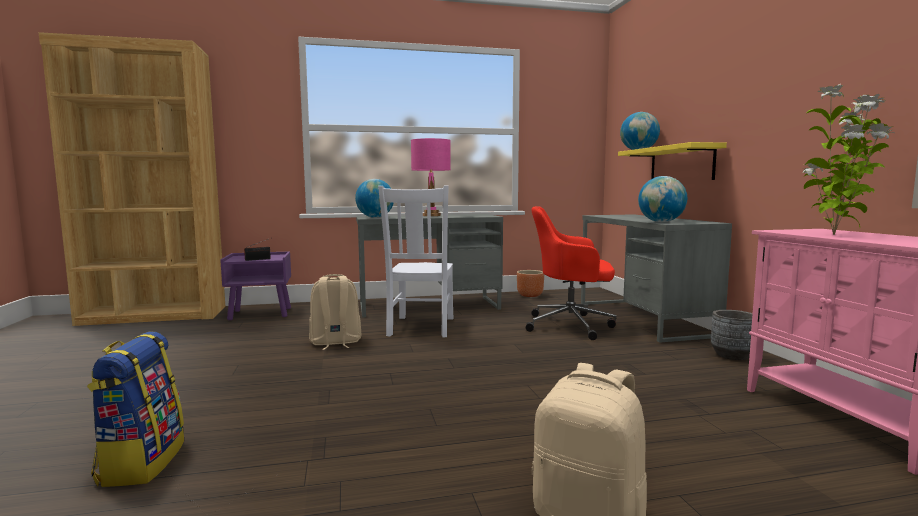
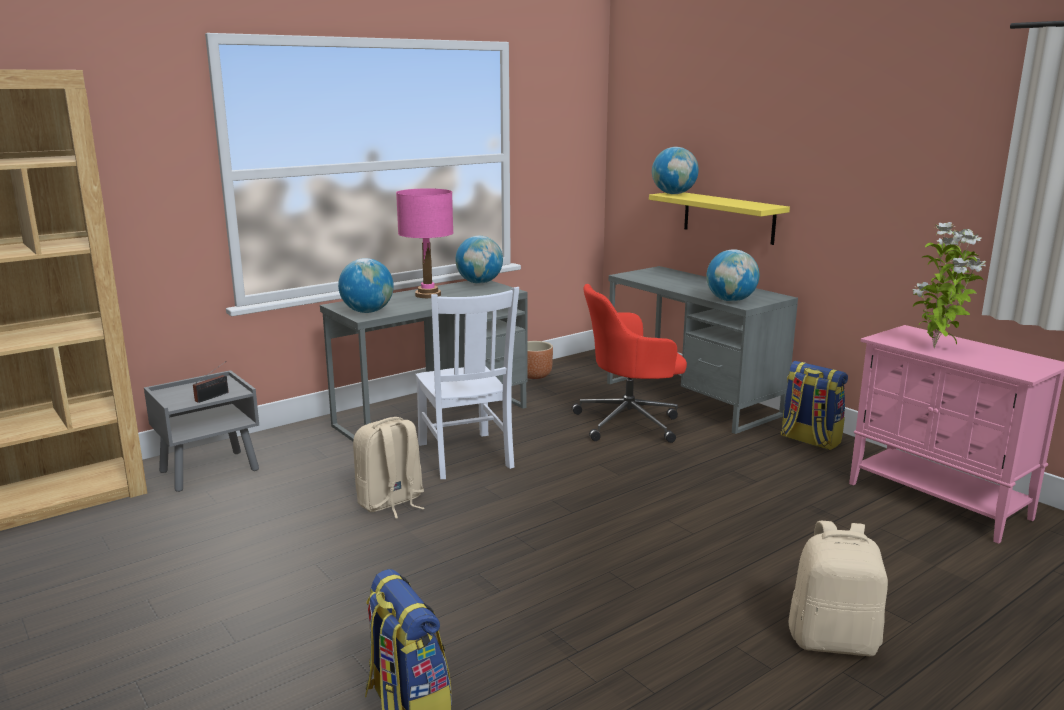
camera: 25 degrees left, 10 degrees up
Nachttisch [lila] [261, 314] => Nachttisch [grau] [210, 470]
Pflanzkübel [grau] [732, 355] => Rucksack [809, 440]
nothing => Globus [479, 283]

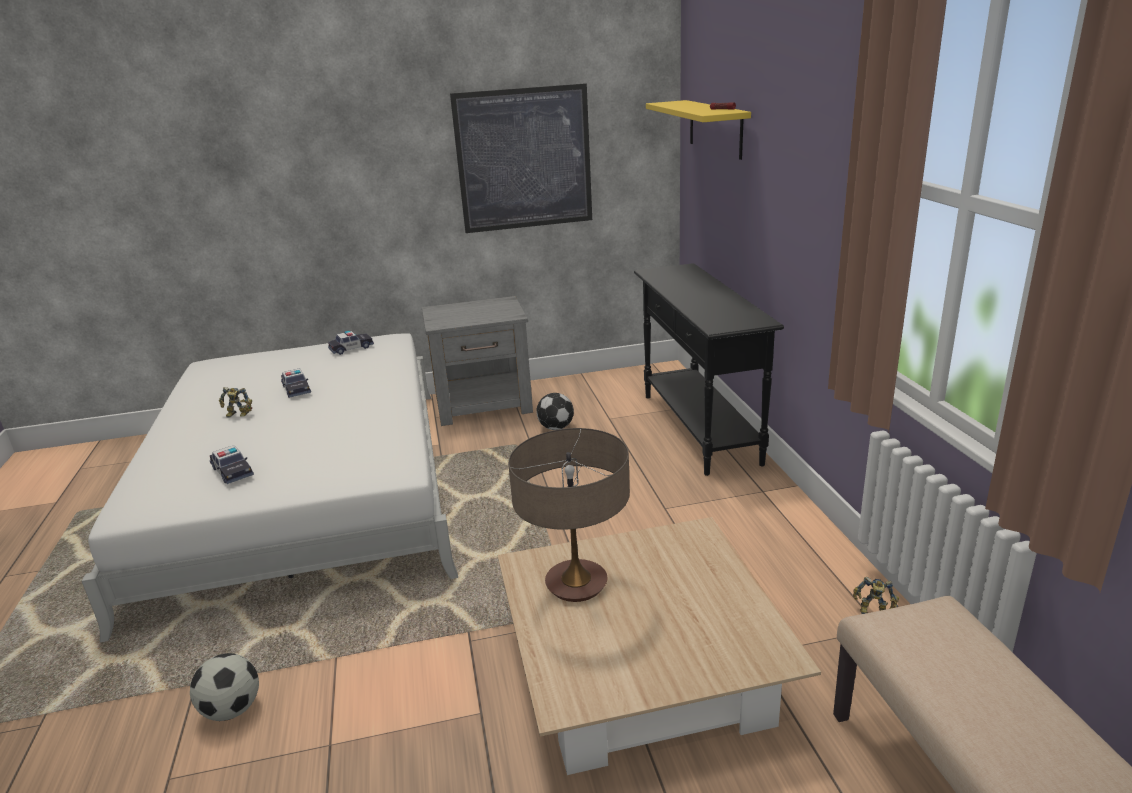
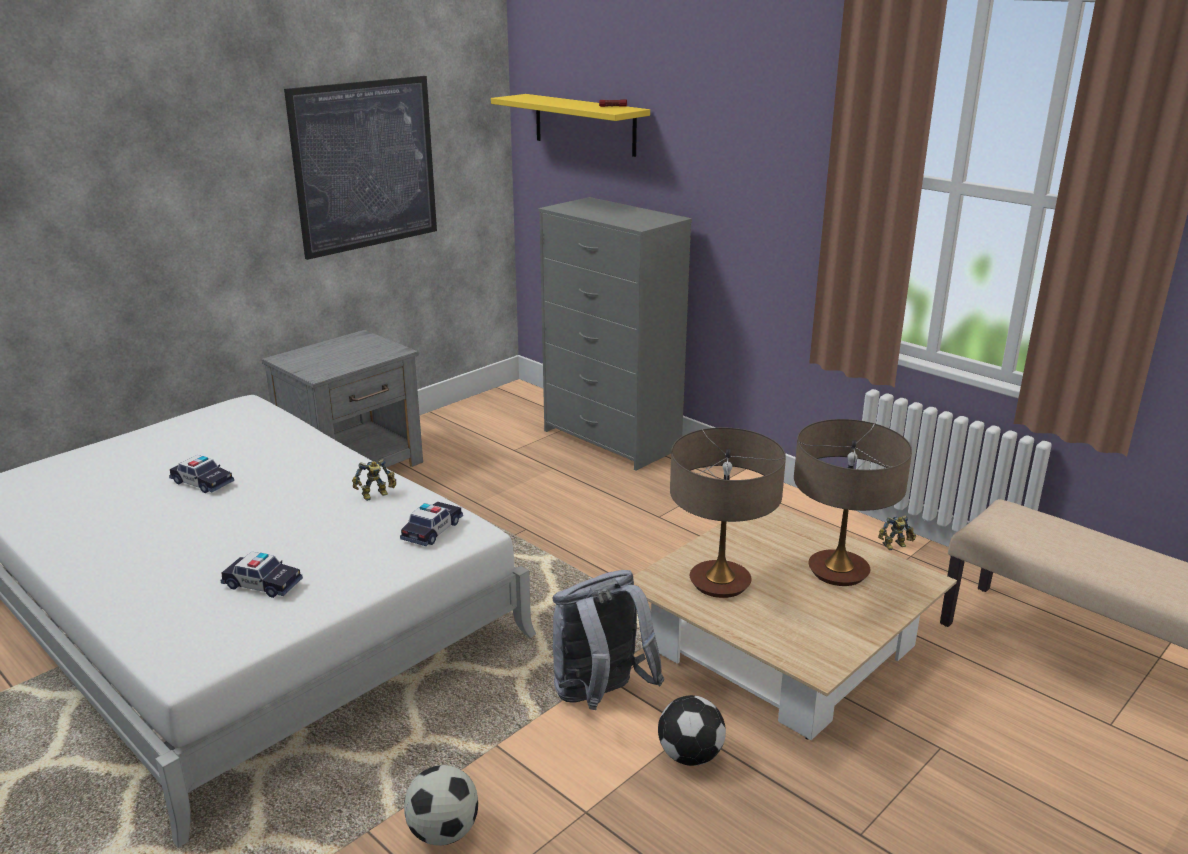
camera: 35 degrees left, 0 degrees up
Konsolentisch [schwarz] [699, 428] => Kommode [grau] [612, 440]
Spielzeugauto [351, 348] => Spielzeugauto [432, 530], moved
Spielzeugroboter [238, 415] => Spielzeugroboter [376, 495], moved
Fußball [555, 427] => Fußball [689, 756], moved
nothing => Tischlampe [838, 571]
nothing => Rucksack [grau] [600, 697]

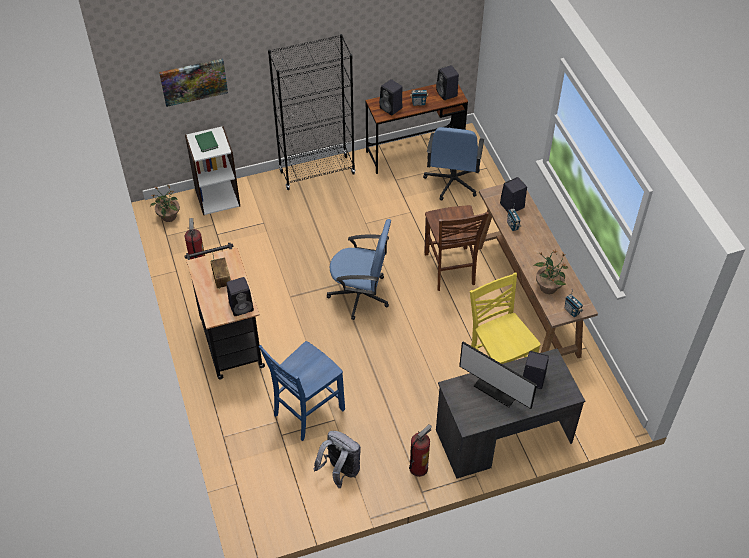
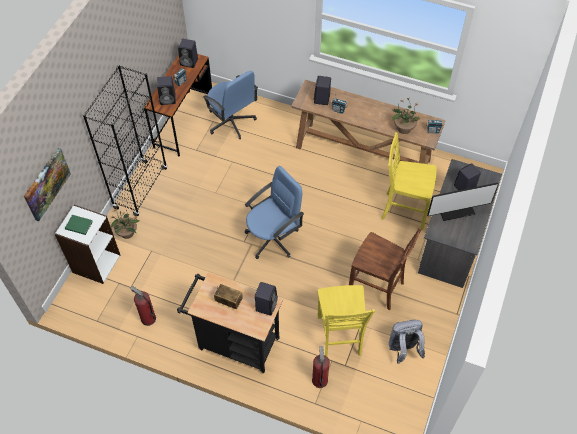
camera: 50 degrees left, 5 degrees up
Topfpflanze [169, 217] => Topfpflanze [127, 233], moved
Stuhl [braun] [450, 270] => Stuhl [braun] [377, 287], moved
Stuhl [blau] [306, 412] => Stuhl [gelb] [340, 337]
Feuerlöscher [418, 468] => Feuerlöscher [319, 380], moved

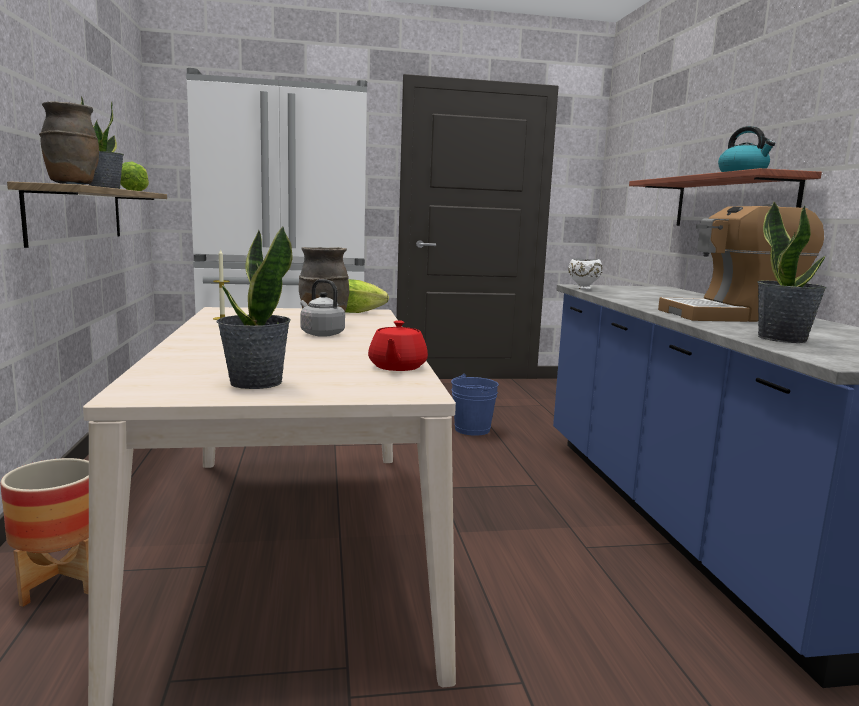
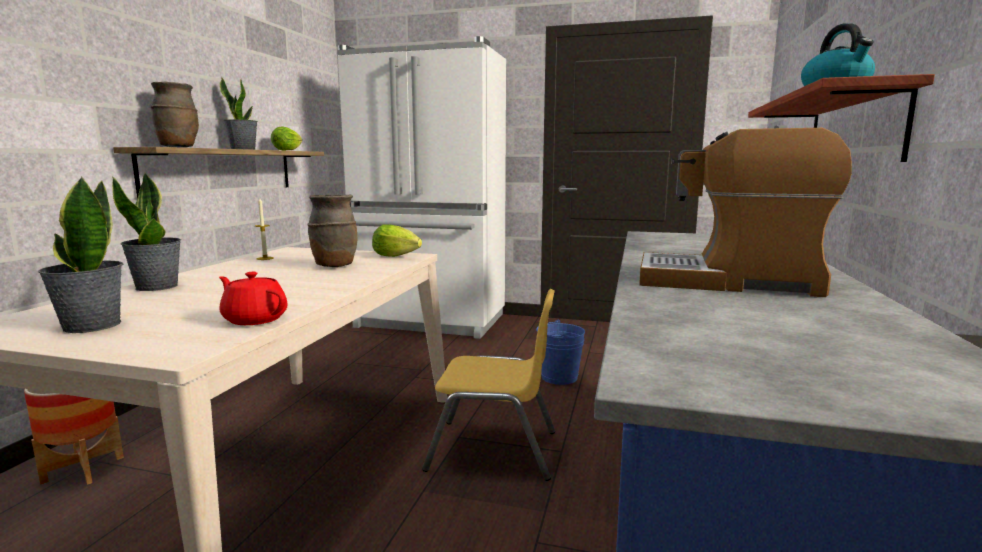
camera: 25 degrees right, 0 degrees up
Topfpflanze [782, 338] => Topfpflanze [157, 286], moved
Schüssel [weiß] [583, 289] => nothing
Wasserkessel [grau] [320, 334] => nothing
Teekanne [rot] [397, 367] => Teekanne [rot] [254, 319], 90 degrees clockwise
nothing => Stuhl [gelb] [494, 450]

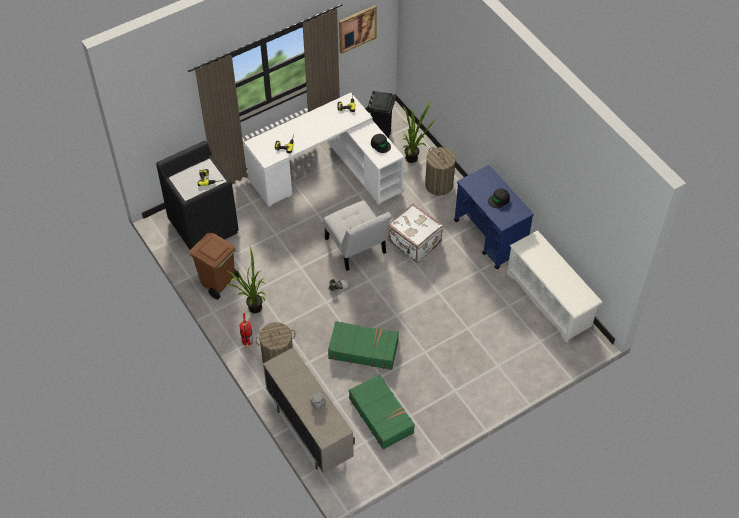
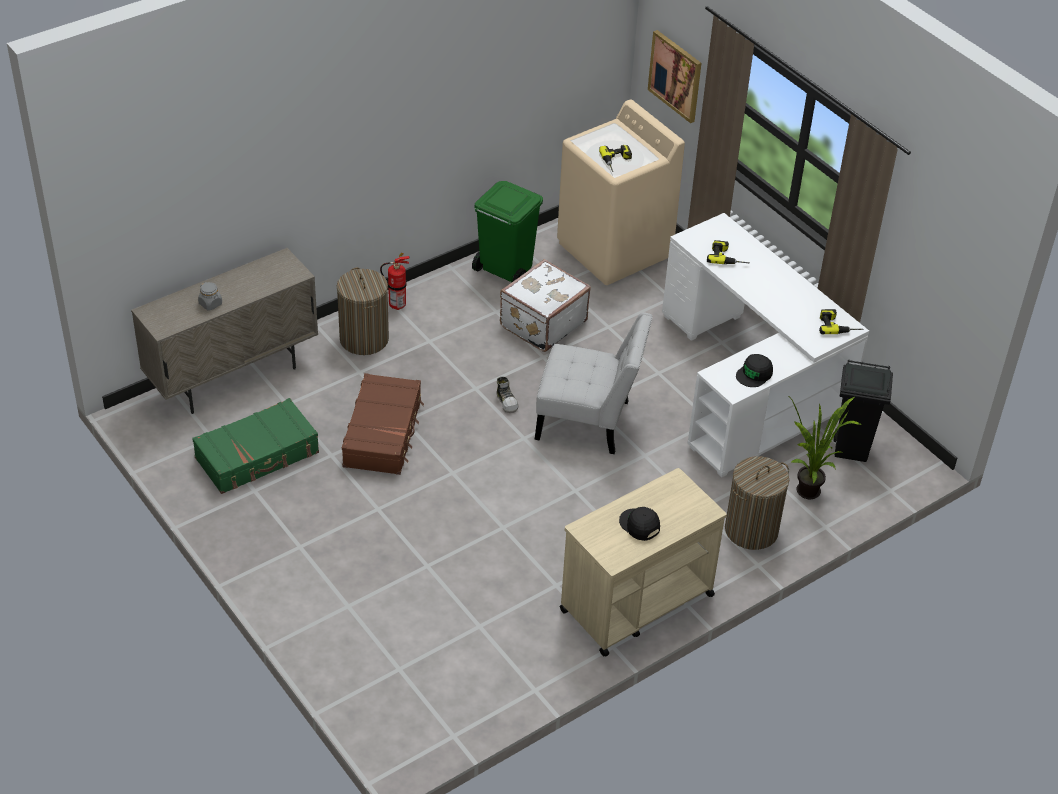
camera: 85 degrees right, 10 degrees down
Bild [357, 28] => Bild [675, 75], moved
Waschmaschine [schwarz] [204, 226] => Waschmaschine [beige] [614, 250]
Rollwagen [blau] [490, 237] => Rollwagen [beige] [635, 603]
Stuhl [weiß] [357, 248] => Stuhl [weiß] [588, 422], 135 degrees counterclockwise
Koffer [weiß] [414, 243] => Koffer [weiß] [542, 323], moved
Schuhregal [weiß] [549, 300] => nothing
Mülleimer [braun] [218, 283] => Mülleimer [grün] [505, 271]
Topfpflanze [252, 309] => nothing
Koffer [grün] [363, 349] => Koffer [braun] [383, 433]

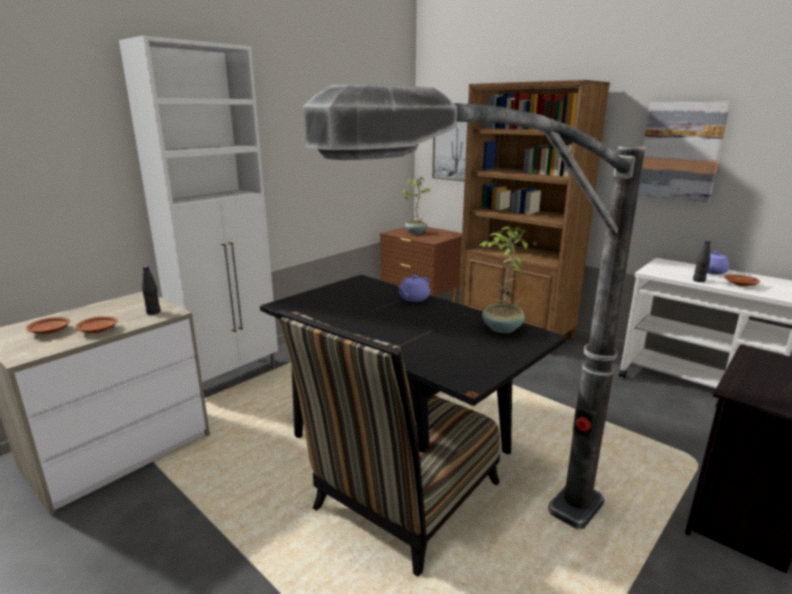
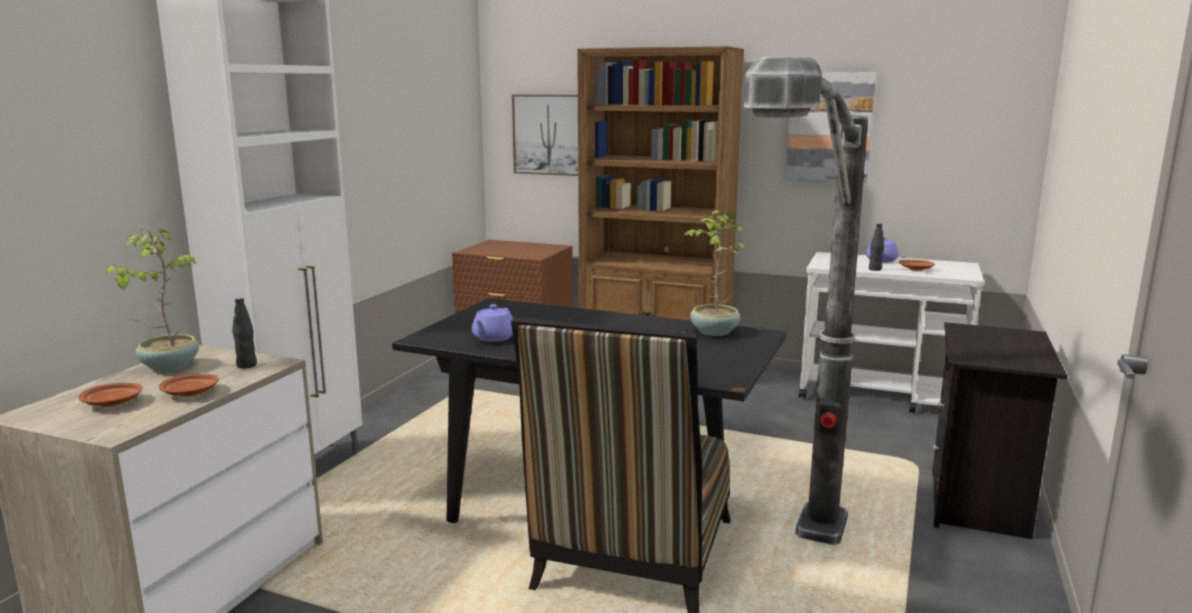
camera: 20 degrees left, 5 degrees down
Topfpflanze [415, 232] => Topfpflanze [168, 366], moved
Teekanne [lila] [413, 298] => Teekanne [lila] [493, 338], moved

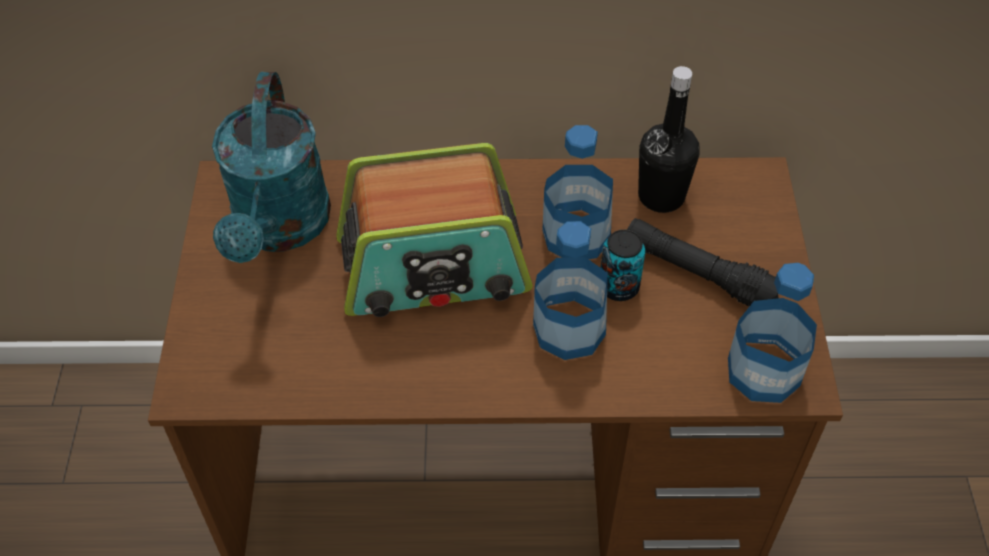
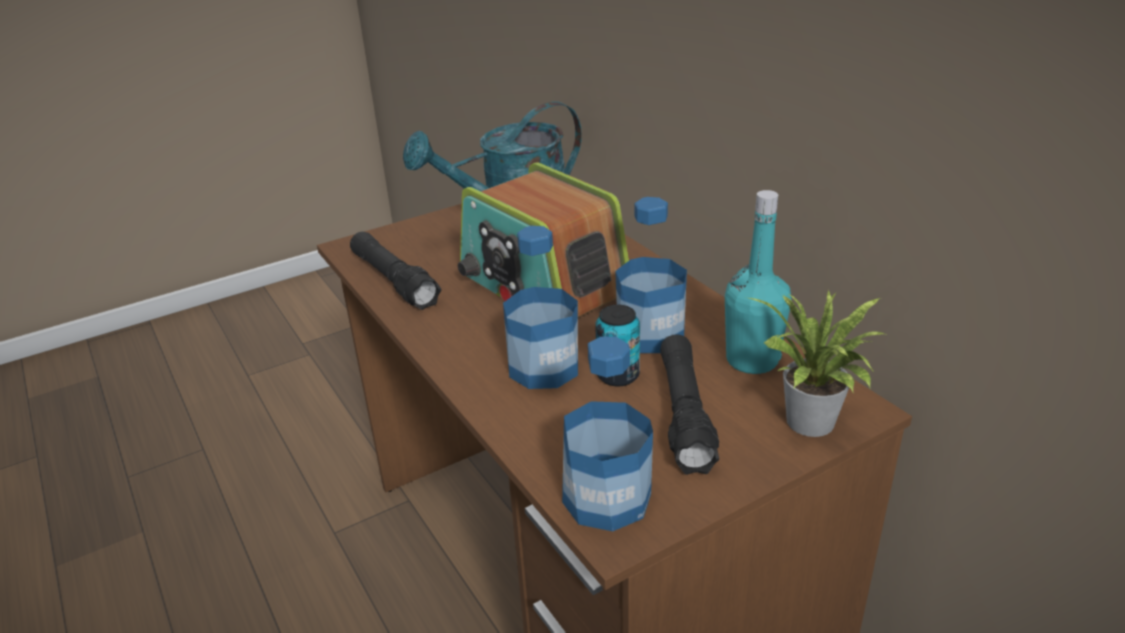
camera: 60 degrees right, 20 degrees down
Flasche [schwarz] [661, 196] => Flasche [türkis] [752, 360]
nothing => Taschenlampe [schwarz] [394, 281]
nothing => Topfpflanze [810, 426]

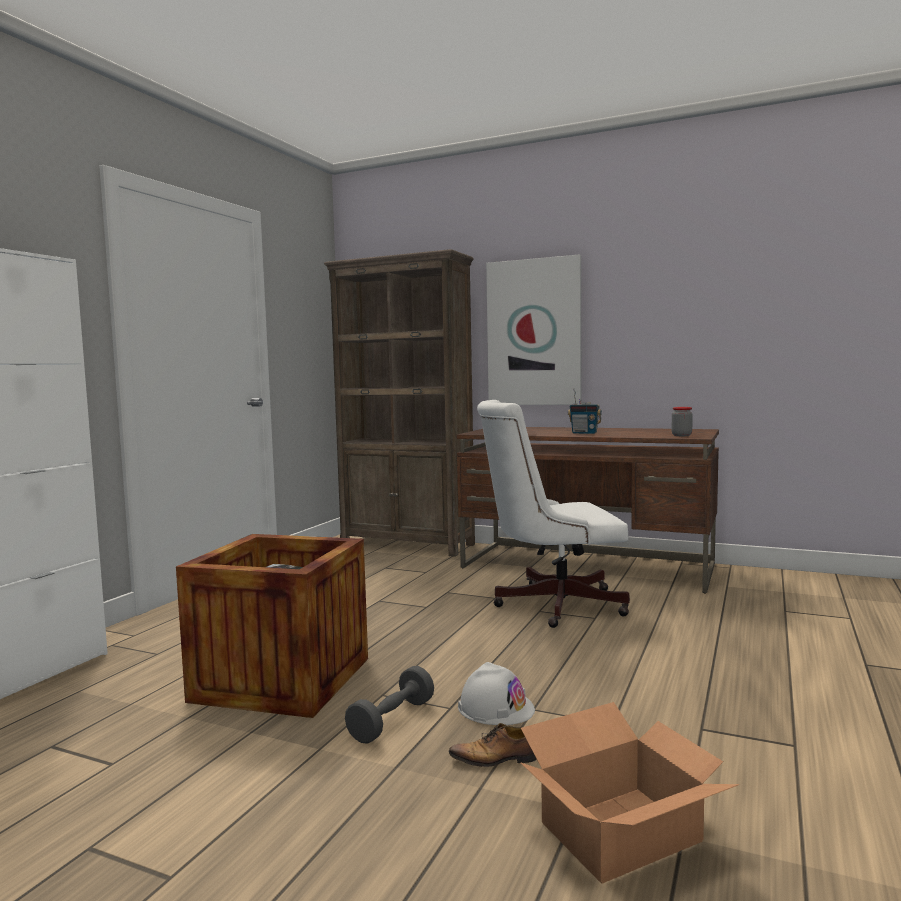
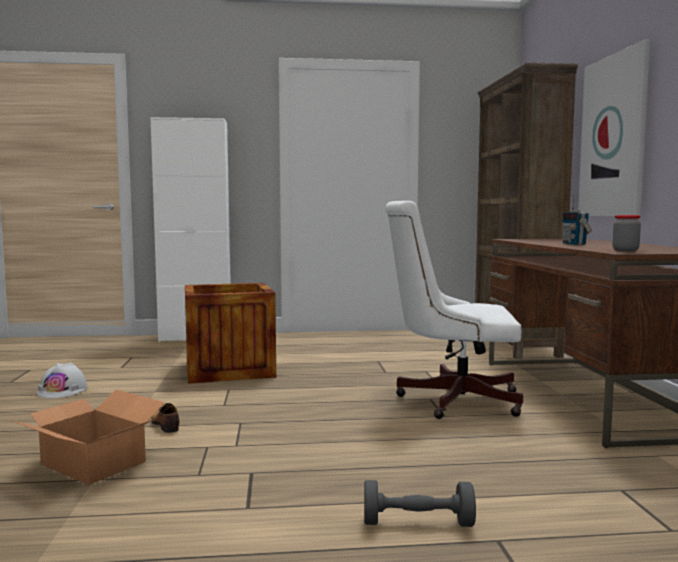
camera: 60 degrees right, 0 degrees up
Bürostuhl [weiß] [551, 604] => Bürostuhl [weiß] [451, 399], 45 degrees counterclockwise
Schutzhelm [weiß] [496, 708] => Schutzhelm [weiß] [62, 390], moved
Hantel [grau] [392, 720] => Hantel [grau] [417, 523], moved

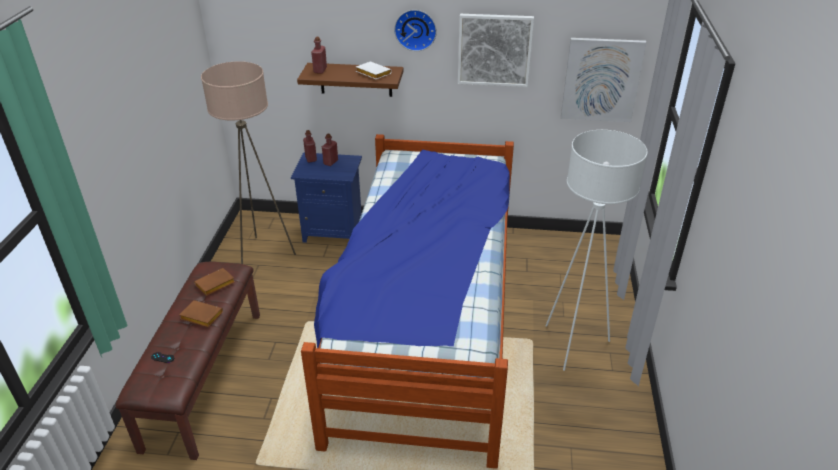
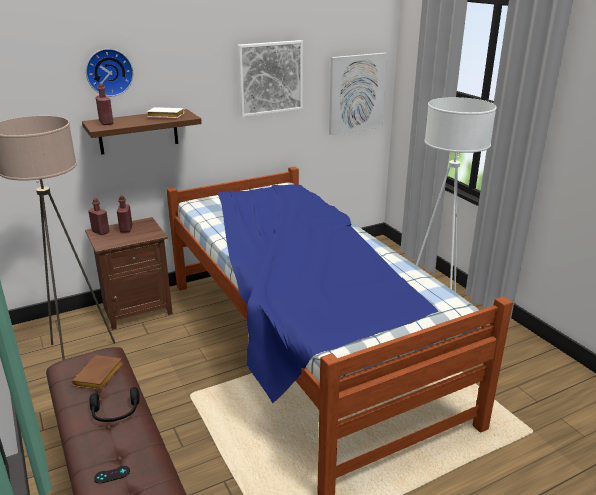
camera: 35 degrees left, 10 degrees down
Wanduhr [415, 29] => Wanduhr [109, 72], moved
Nachttisch [blau] [333, 231] => Nachttisch [braun] [136, 309]
Buch [braun] [200, 317] => Kopfhörer [schwarz] [115, 413]

